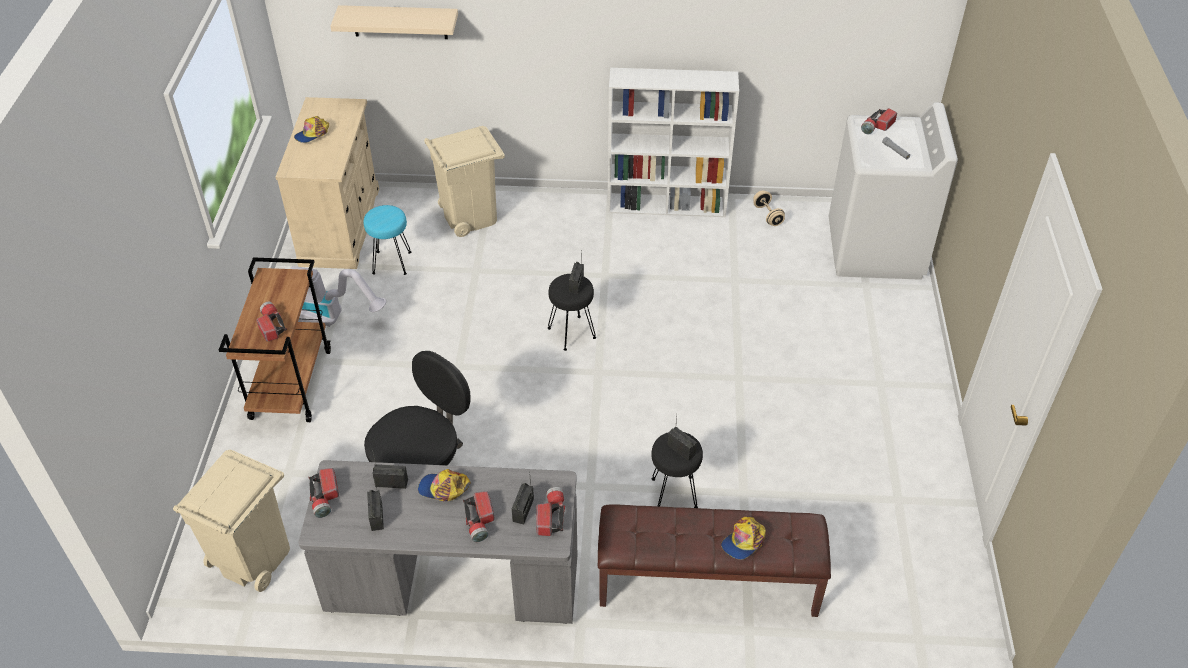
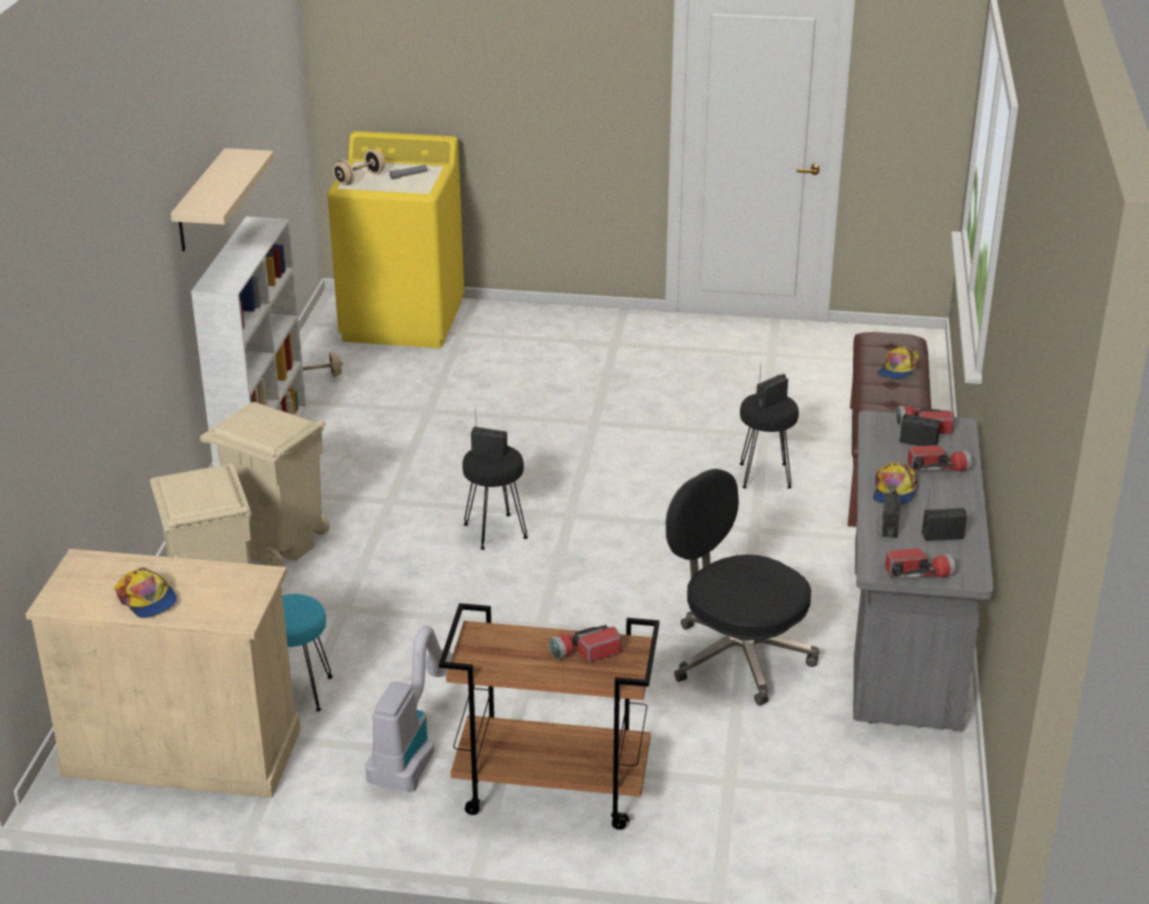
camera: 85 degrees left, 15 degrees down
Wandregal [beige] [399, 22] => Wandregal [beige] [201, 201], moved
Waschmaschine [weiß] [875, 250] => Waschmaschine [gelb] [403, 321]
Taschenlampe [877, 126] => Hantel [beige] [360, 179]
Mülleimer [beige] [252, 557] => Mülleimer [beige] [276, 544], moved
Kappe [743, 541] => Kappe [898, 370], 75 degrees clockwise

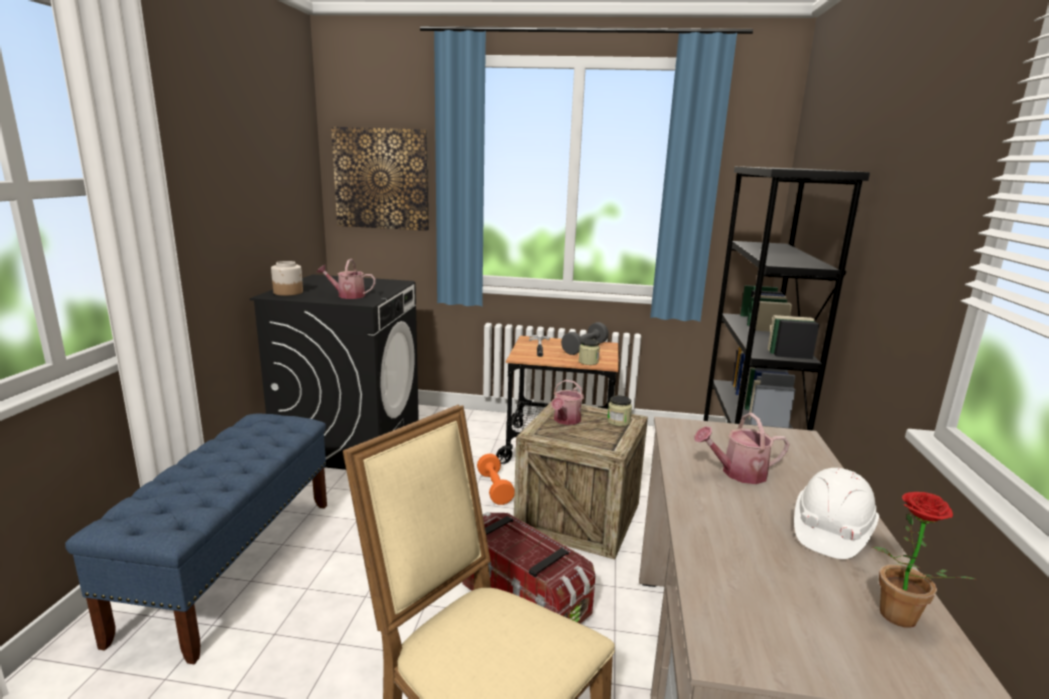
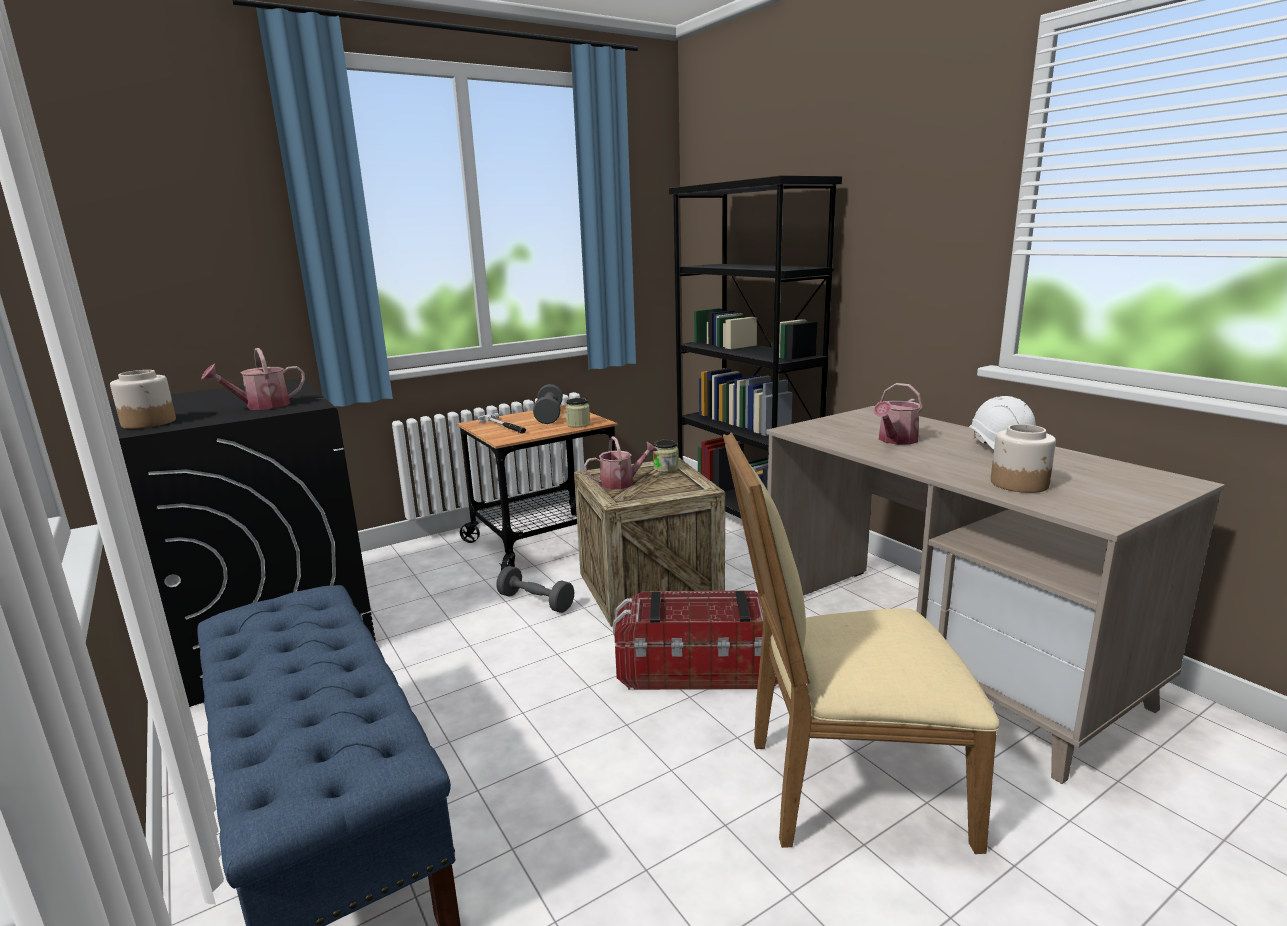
camera: 40 degrees left, 0 degrees up
Bild [382, 179] => nothing
Gießkanne [565, 420] => Gießkanne [621, 483], 90 degrees counterclockwise
Hantel [orange] [495, 488] => Hantel [grau] [536, 602]
Topfpflanze [895, 619] => nothing
nothing => Vorratsglas [1020, 484]

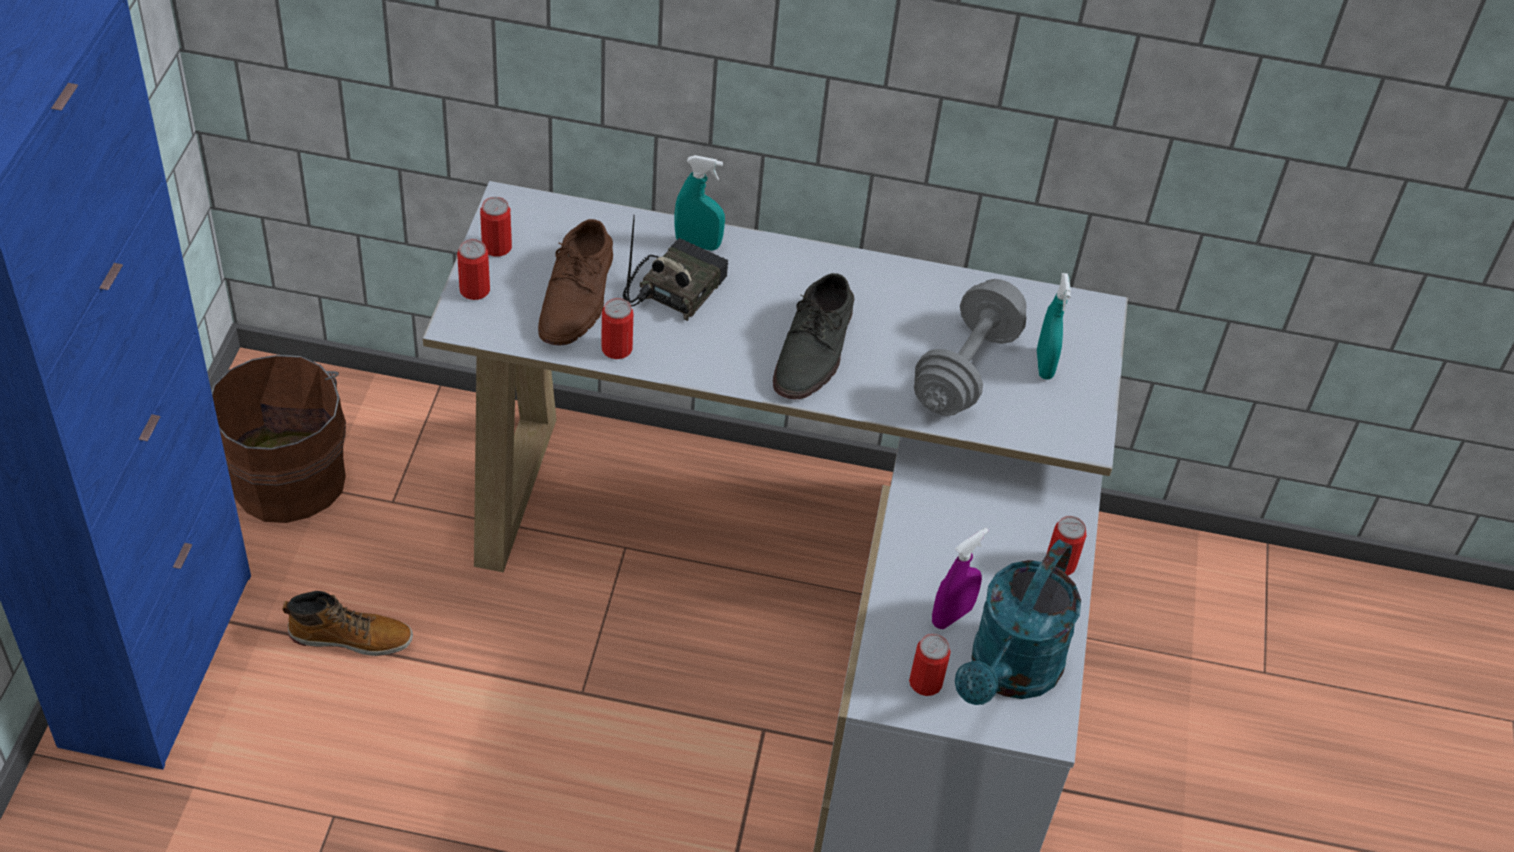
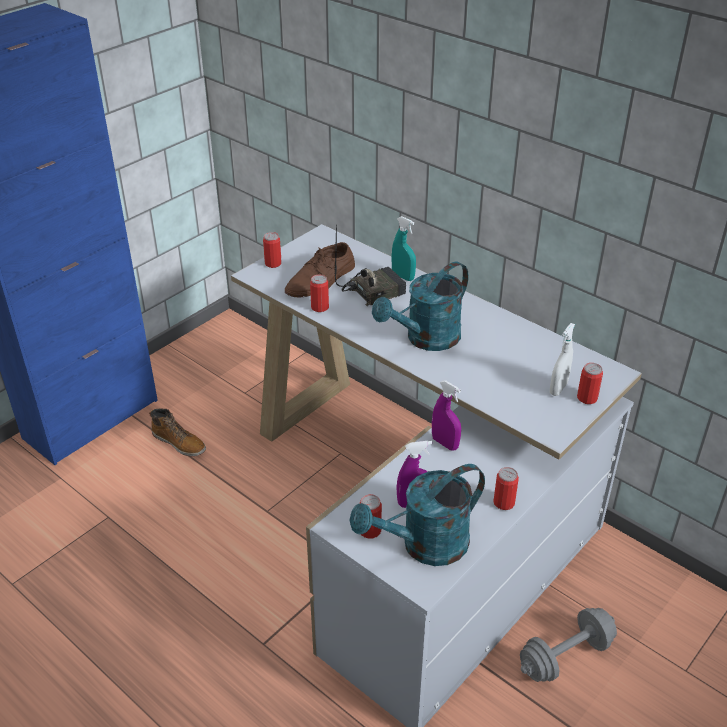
camera: 35 degrees right, 10 degrees down
Dose [497, 247] => Dose [587, 398], moved
Schuh [grau] [815, 349] => Gießkanne [türkis] [426, 339]
Sprühflasche [türkis] [1044, 365] => Sprühflasche [weiß] [558, 388]
Hantel [grau] [965, 369] => Hantel [grau] [565, 656], moved
Eimer [braun] [286, 474] => nothing
nothing => Sprühflasche [lila] [445, 443]

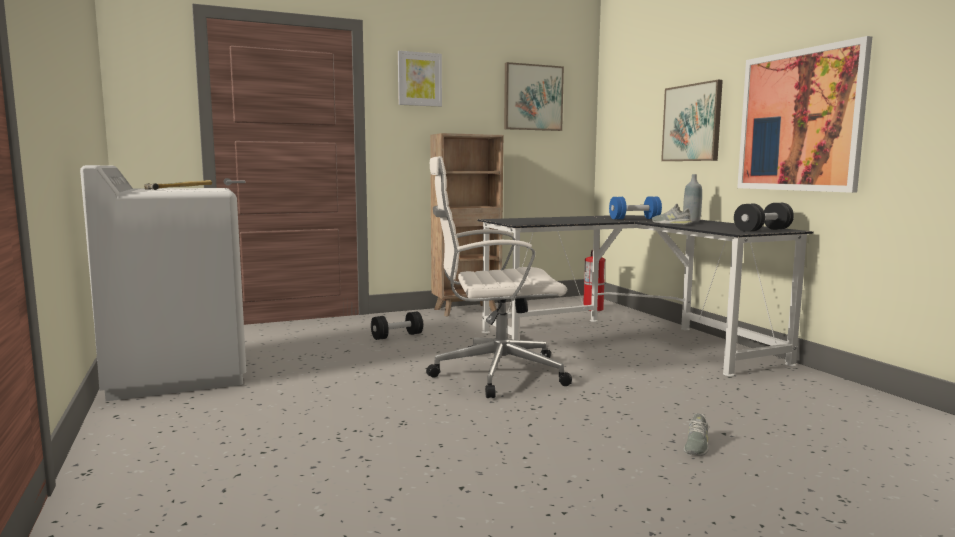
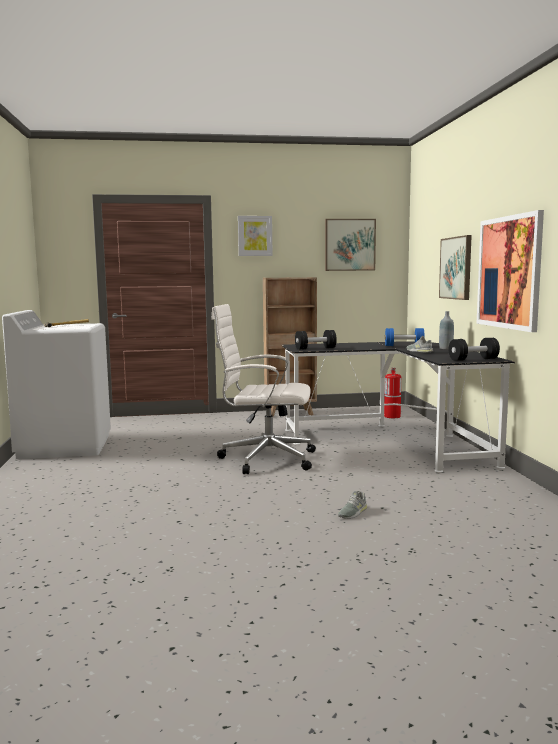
camera: 15 degrees right, 0 degrees up
Hantel [schwarz] [397, 336] => Hantel [schwarz] [315, 348], moved

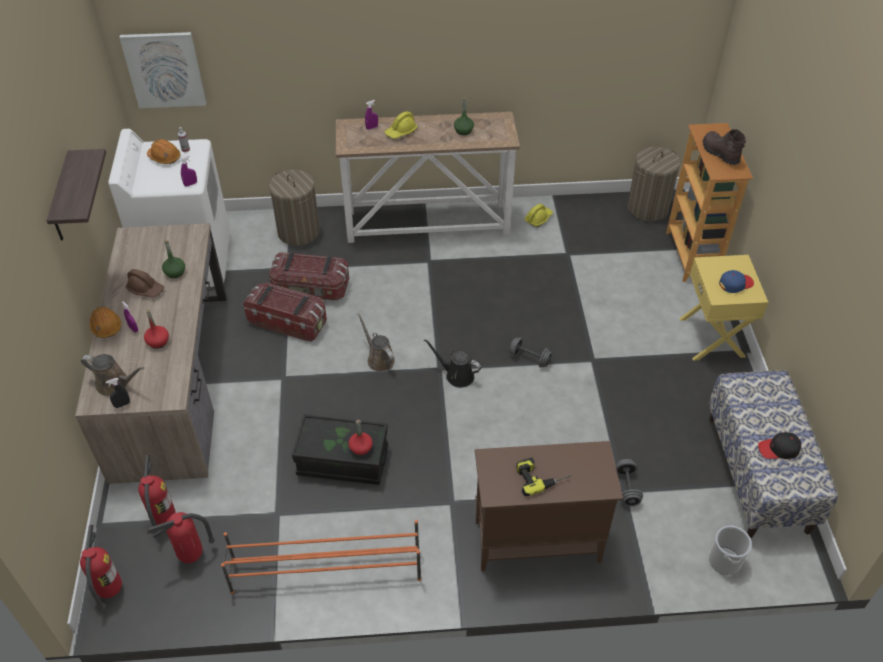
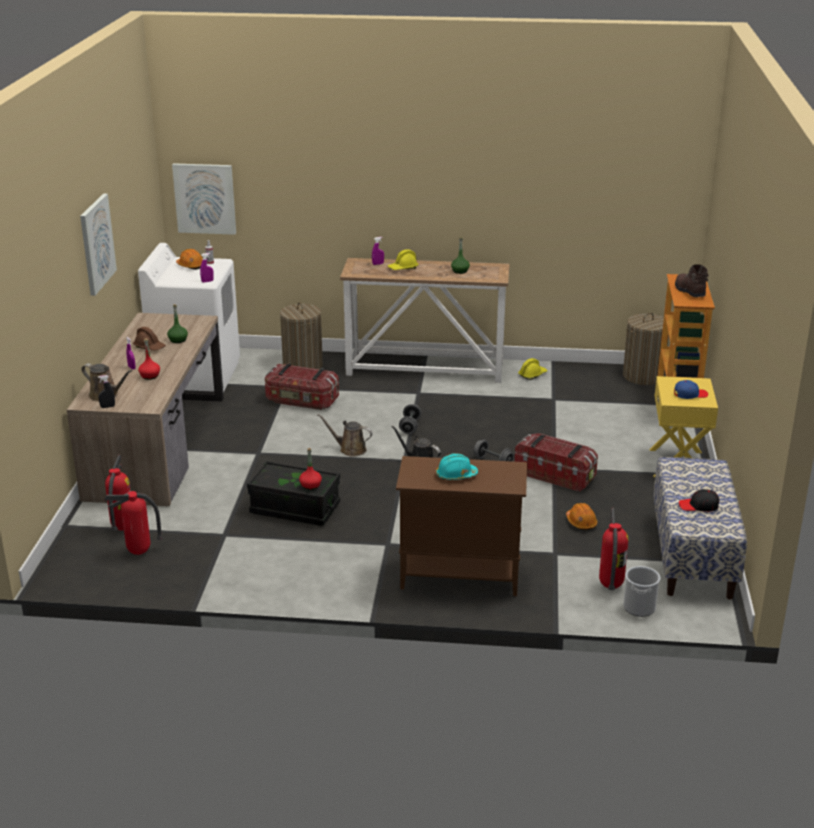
camera: 10 degrees right, 20 degrees down
Wandregal [63, 199] => Bild [96, 244]
Aufbewahrungsbox [288, 322] => Aufbewahrungsbox [555, 475], moved
Schutzhelm [orange] [106, 326] => Schutzhelm [orange] [581, 522], moved
Gießkanne [braun] [379, 359] => Gießkanne [braun] [350, 449], 45 degrees counterclockwise
Bohrmaschine [541, 476] => Schutzhelm [türkis] [456, 475]
Hantel [grau] [627, 488] => Hantel [grau] [410, 427], moved
Schuhregal [orange] [325, 570] => nothing
Feuerlöscher [110, 590] => Feuerlöscher [610, 586], moved

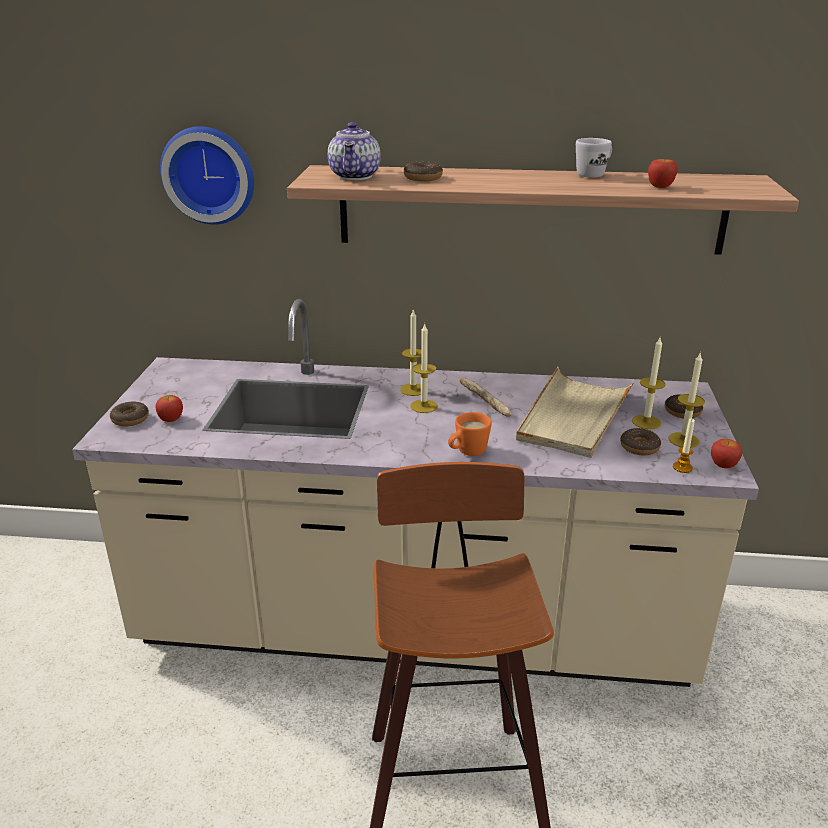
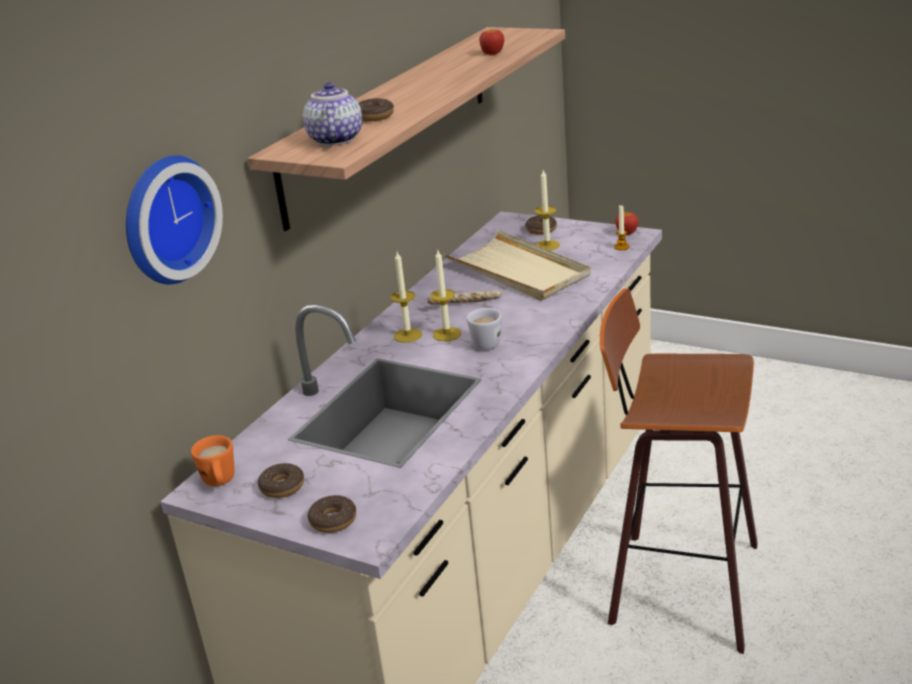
camera: 65 degrees left, 0 degrees up
Teekanne [356, 176] => Teekanne [334, 139], 120 degrees counterclockwise
Henkelbecher [weiß] [594, 174] => Henkelbecher [weiß] [483, 342], moved
Kerze [683, 440] => nothing
Apfel [171, 419] => nothing
Henkelbecher [orange] [467, 452] => Henkelbecher [orange] [220, 483], moved
Donut [639, 447] => Donut [282, 486], moved

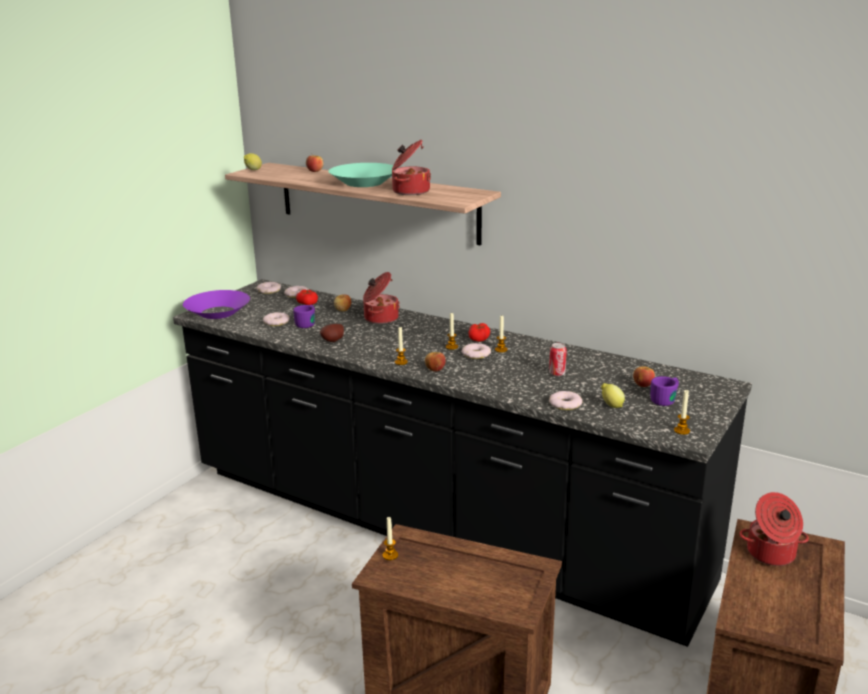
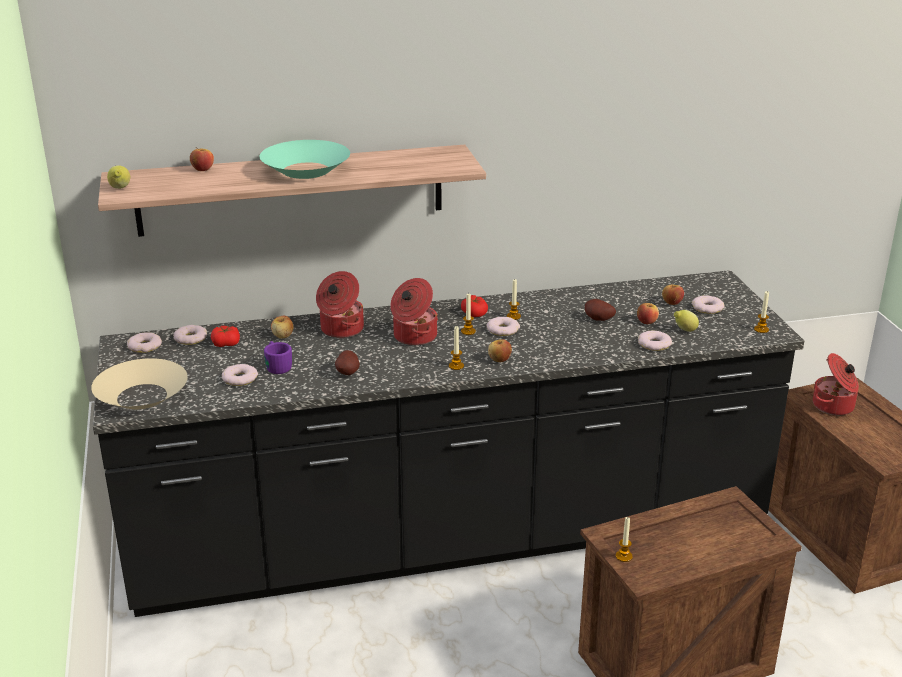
camera: 45 degrees left, 5 degrees up
Kochtopf [410, 191] => Kochtopf [414, 336], moved
Schüssel [lila] [218, 312] => Schüssel [beige] [142, 396]
Dose [557, 373] => Kartoffel [598, 320]
Henkelbecher [lila] [666, 399] => Donut [707, 308]
nothing => Apfel [646, 322]

